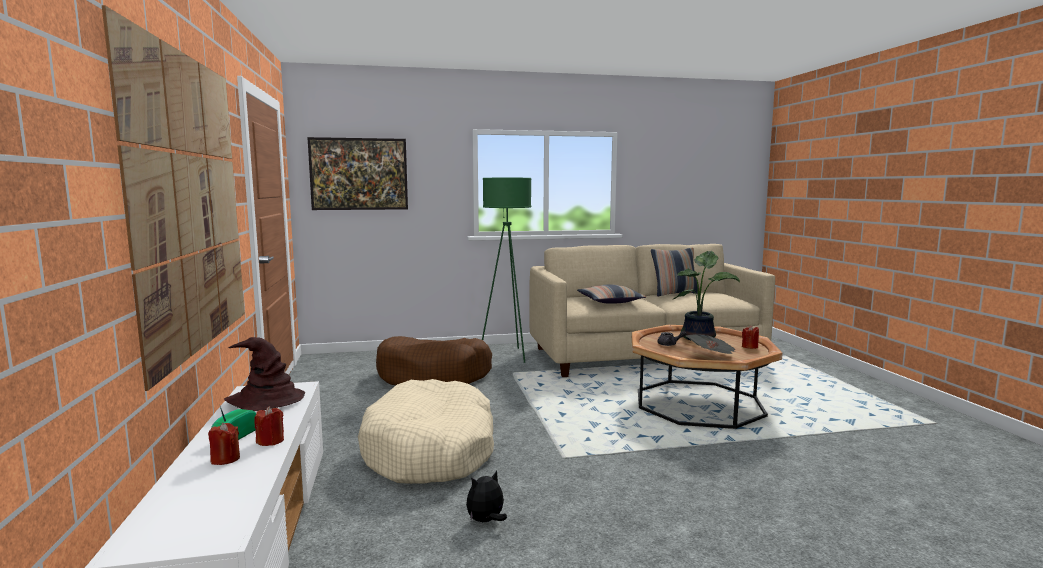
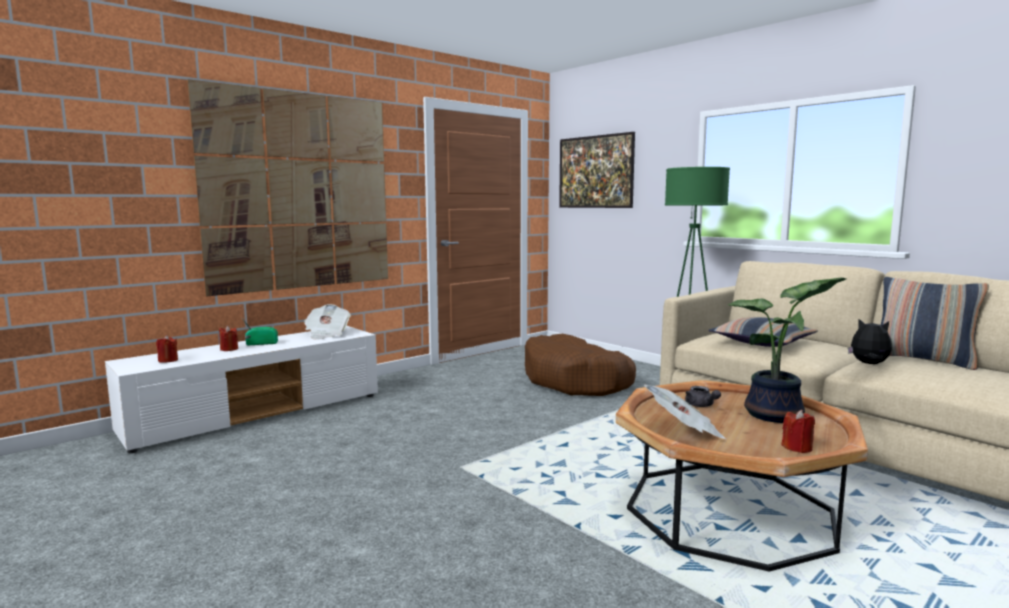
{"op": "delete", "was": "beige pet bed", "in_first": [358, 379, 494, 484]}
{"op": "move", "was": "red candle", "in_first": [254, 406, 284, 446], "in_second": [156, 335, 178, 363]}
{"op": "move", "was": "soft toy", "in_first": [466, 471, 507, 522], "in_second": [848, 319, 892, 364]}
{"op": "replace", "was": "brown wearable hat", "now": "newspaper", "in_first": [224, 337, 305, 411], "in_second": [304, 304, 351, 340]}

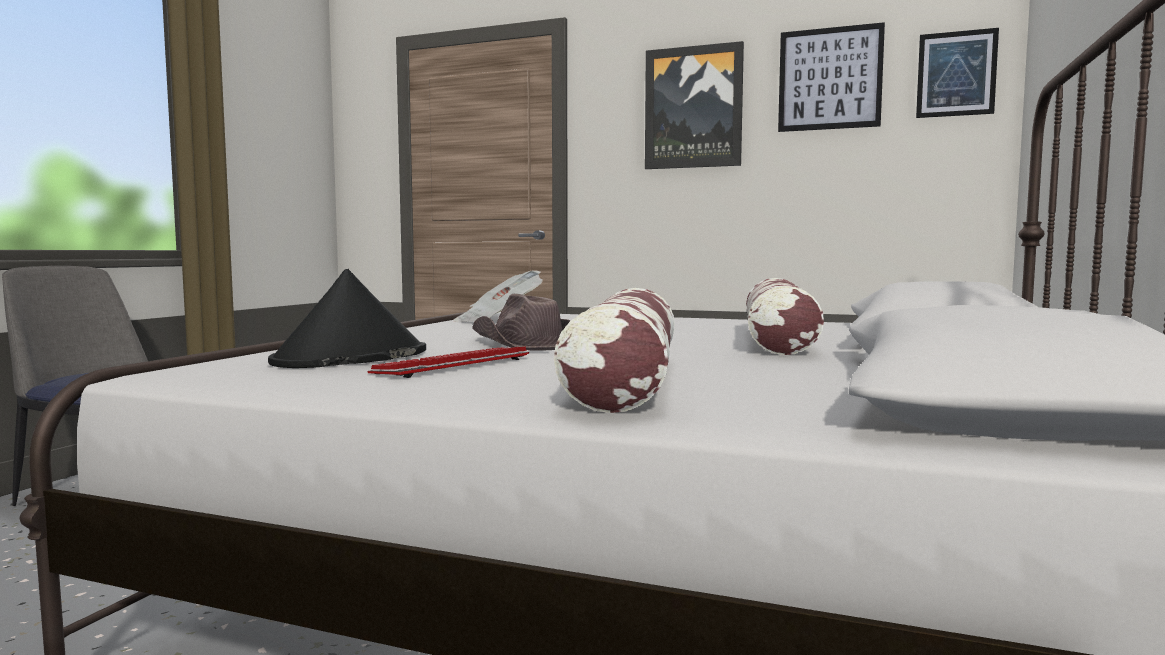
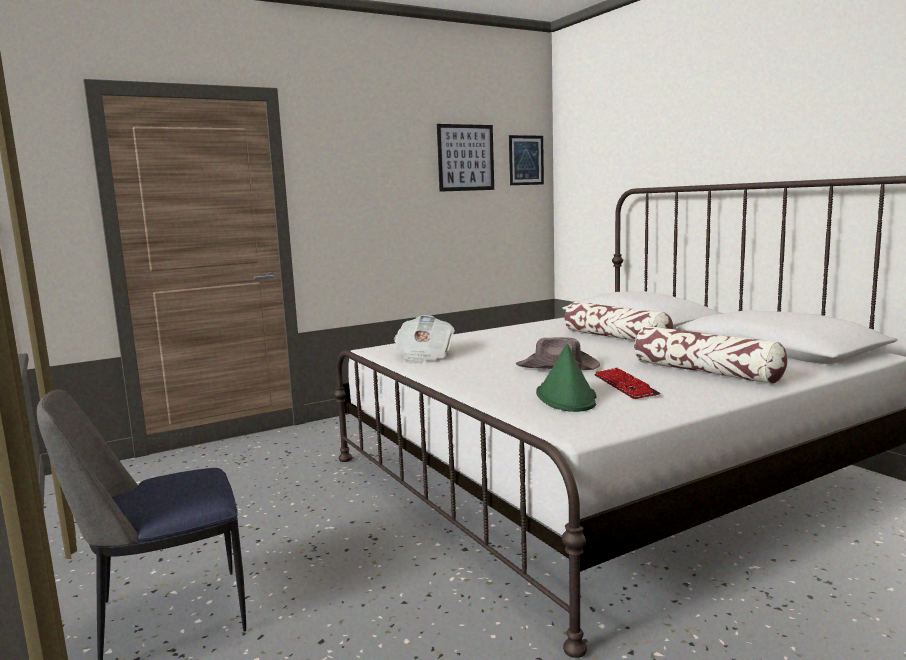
{"op": "delete", "was": "picture", "in_first": [645, 41, 744, 169]}
{"op": "recolor", "was": "black-coloured wearable hat", "now": "green-coloured wearable hat", "in_first": [268, 269, 426, 368], "in_second": [536, 344, 596, 412]}

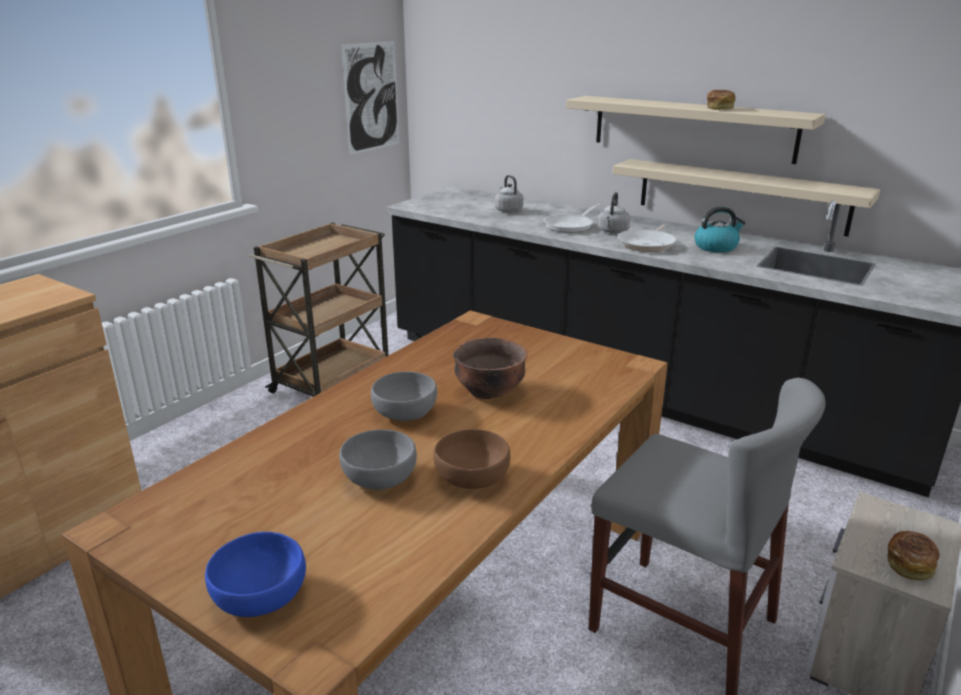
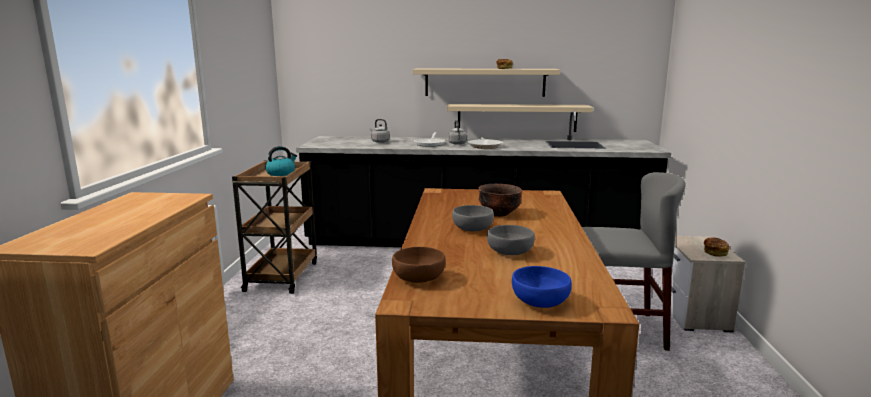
{"op": "delete", "was": "picture", "in_first": [341, 41, 399, 154]}
{"op": "move", "was": "brown bowl", "in_first": [433, 429, 510, 489], "in_second": [392, 247, 446, 283]}
{"op": "move", "was": "tea kettle", "in_first": [694, 206, 745, 253], "in_second": [265, 146, 297, 176]}

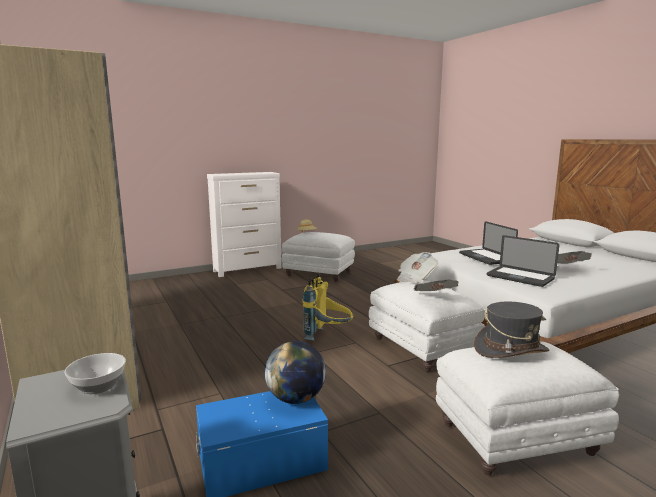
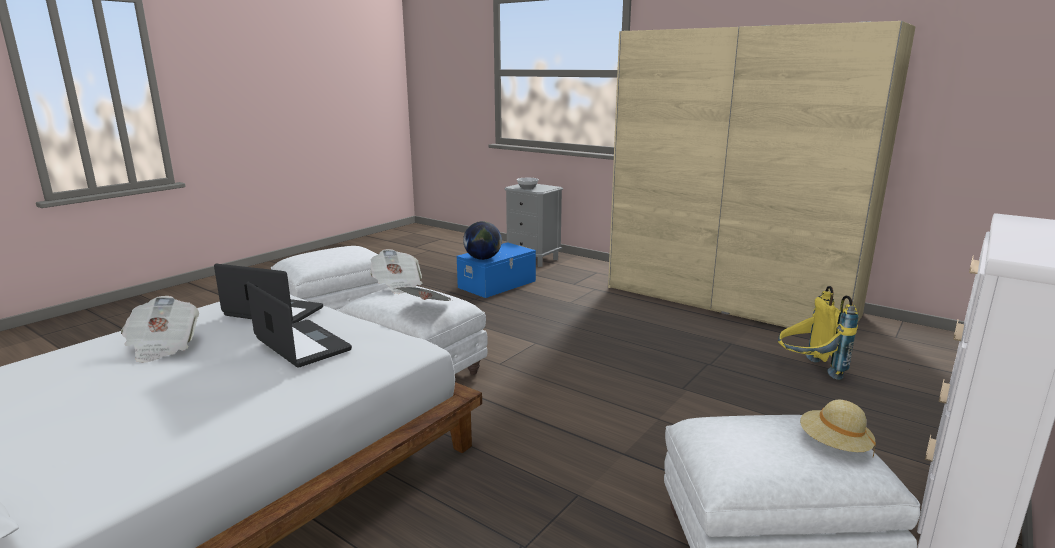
{"op": "delete", "was": "grey wearable hat", "in_first": [474, 302, 550, 358]}
{"op": "move", "was": "yellowish backpack", "in_first": [303, 273, 353, 341], "in_second": [778, 286, 858, 380]}

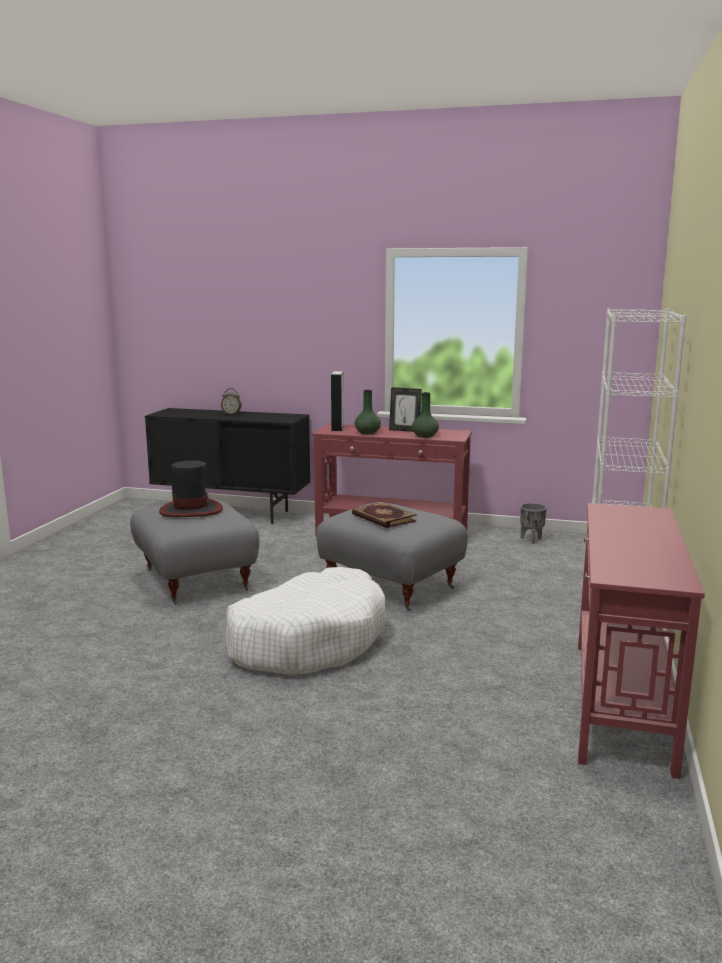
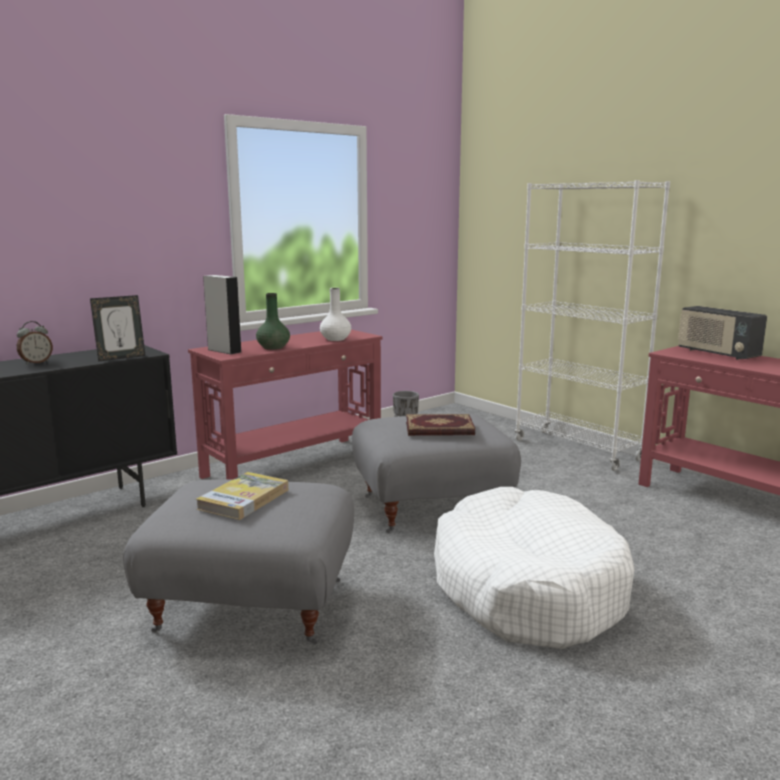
{"op": "insert", "now": "radio set", "in_second": [678, 306, 767, 360]}
{"op": "move", "was": "standing frame", "in_first": [389, 387, 422, 432], "in_second": [90, 295, 145, 362]}
{"op": "replace", "was": "wearable hat", "now": "bound book", "in_first": [159, 460, 223, 517], "in_second": [196, 472, 288, 520]}
{"op": "recolor", "was": "green-coloured decorative vase", "now": "white decorative vase", "in_first": [412, 392, 439, 438], "in_second": [320, 288, 351, 341]}

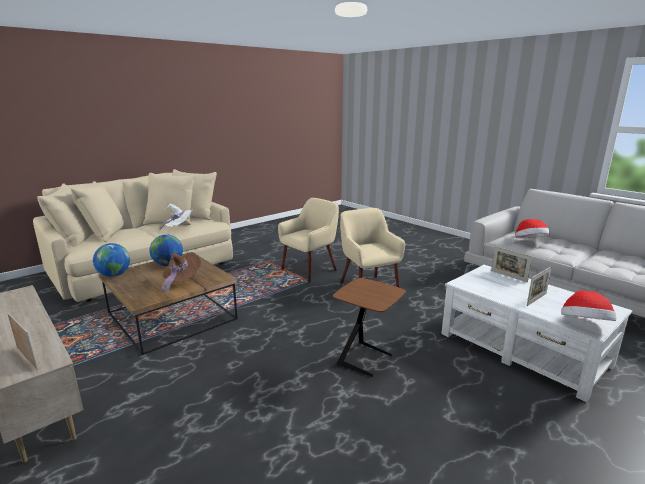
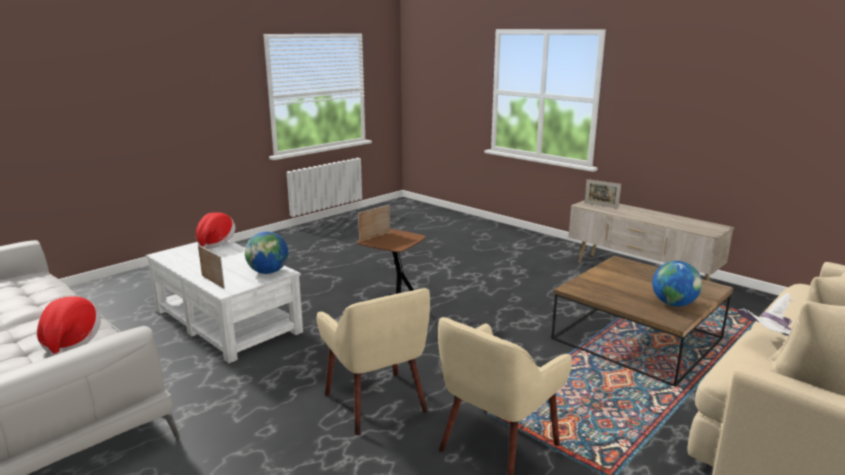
{"op": "delete", "was": "brown wearable hat", "in_first": [161, 253, 201, 293]}
{"op": "move", "was": "world globe", "in_first": [93, 243, 130, 277], "in_second": [245, 231, 288, 274]}
{"op": "move", "was": "standing frame", "in_first": [527, 266, 552, 306], "in_second": [358, 204, 390, 242]}

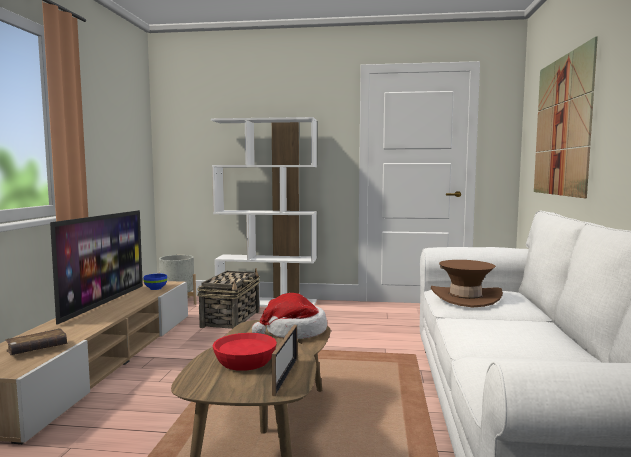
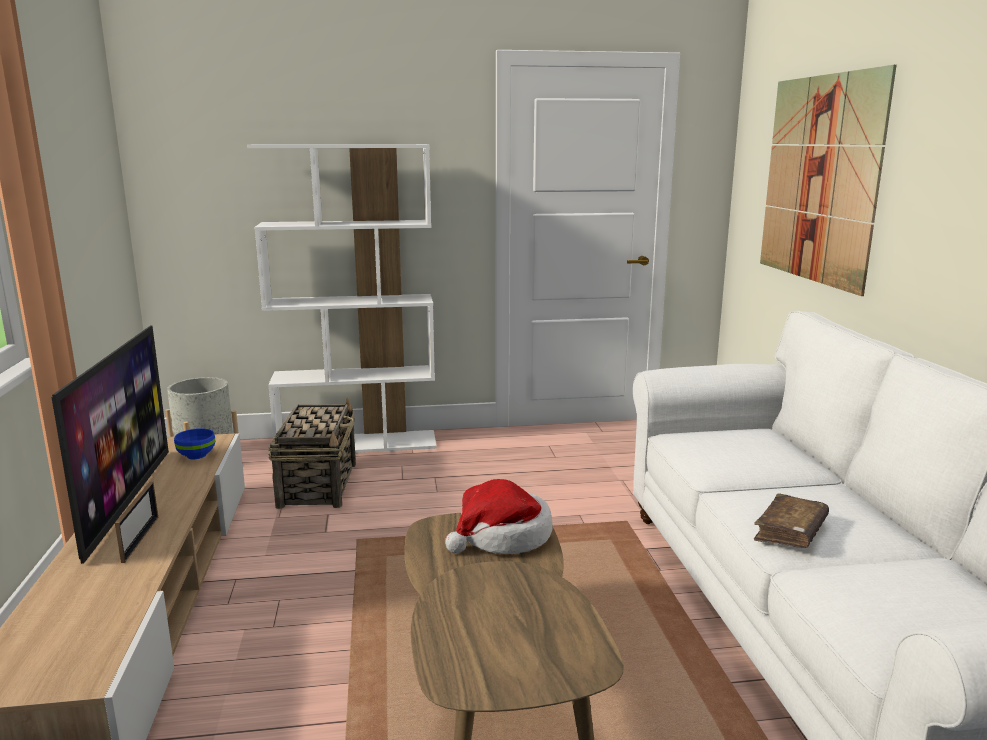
{"op": "delete", "was": "red bowl", "in_first": [213, 333, 277, 371]}
{"op": "delete", "was": "brown wearable hat", "in_first": [431, 260, 503, 308]}
{"op": "move", "was": "brown bound book", "in_first": [5, 328, 68, 355], "in_second": [754, 493, 829, 548]}
{"op": "move", "was": "standing frame", "in_first": [272, 325, 297, 396], "in_second": [115, 482, 158, 563]}

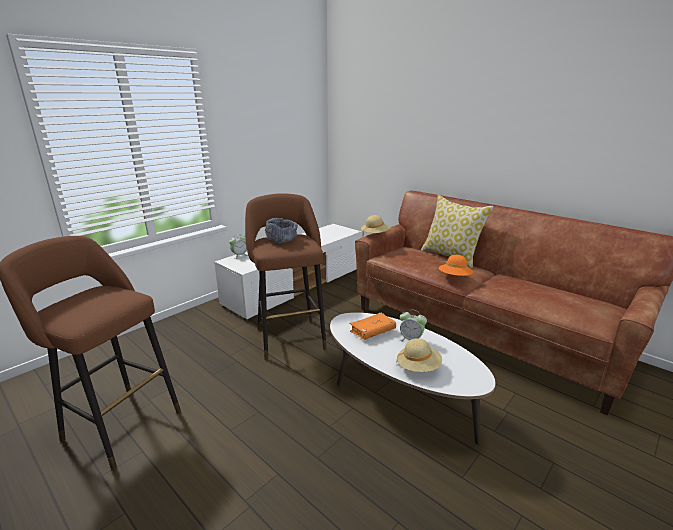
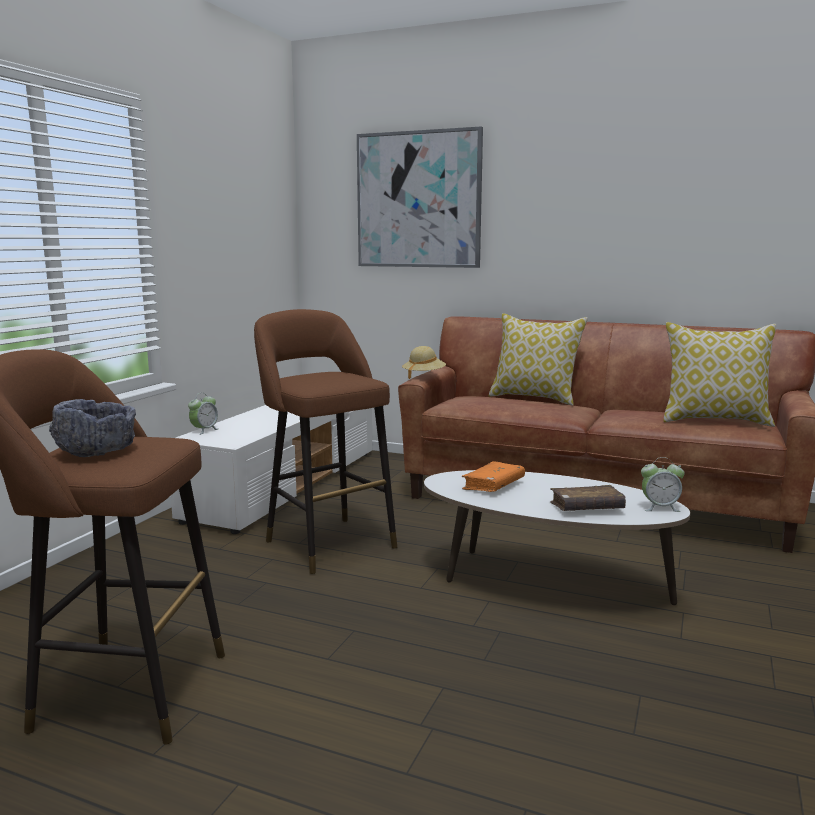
{"op": "delete", "was": "orange wearable hat", "in_first": [439, 255, 473, 276]}
{"op": "insert", "now": "picture", "in_second": [357, 127, 483, 268]}
{"op": "insert", "now": "pillow", "in_second": [663, 322, 776, 427]}
{"op": "move", "was": "grey bowl", "in_first": [265, 218, 298, 243], "in_second": [49, 399, 136, 457]}
{"op": "move", "was": "alarm clock", "in_first": [399, 310, 427, 341], "in_second": [641, 458, 685, 512]}
{"op": "replace", "was": "beige wearable hat", "now": "brown bound book", "in_first": [396, 338, 442, 372], "in_second": [550, 485, 626, 511]}

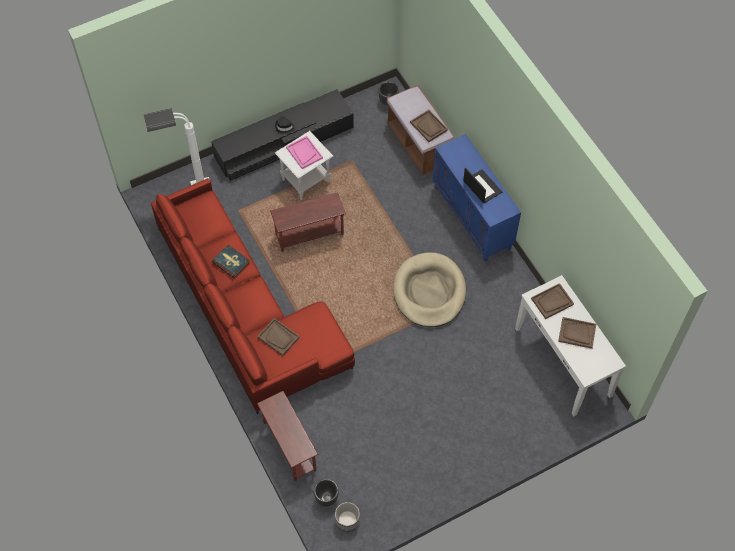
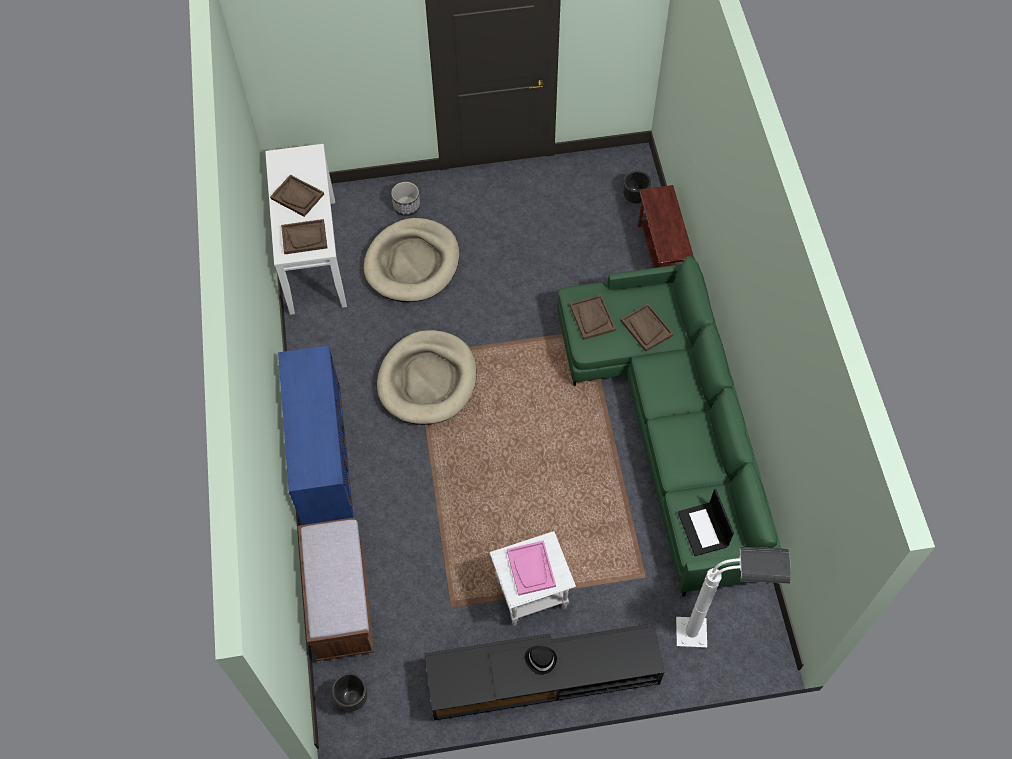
{"op": "delete", "was": "bound book", "in_first": [212, 245, 250, 278]}
{"op": "delete", "was": "brown side table", "in_first": [270, 192, 346, 252]}
{"op": "insert", "now": "beige pet bed", "in_second": [364, 218, 459, 302]}
{"op": "move", "was": "flower pot", "in_first": [335, 502, 360, 532], "in_second": [391, 182, 420, 216]}
{"op": "move", "was": "brown carrying tray", "in_first": [410, 110, 448, 142], "in_second": [569, 295, 616, 340]}
{"op": "move", "was": "notebook computer", "in_first": [463, 168, 502, 203], "in_second": [678, 489, 734, 556]}
{"op": "recolor", "was": "red couch", "now": "green-coloured couch", "in_first": [151, 178, 355, 414], "in_second": [557, 256, 781, 597]}

